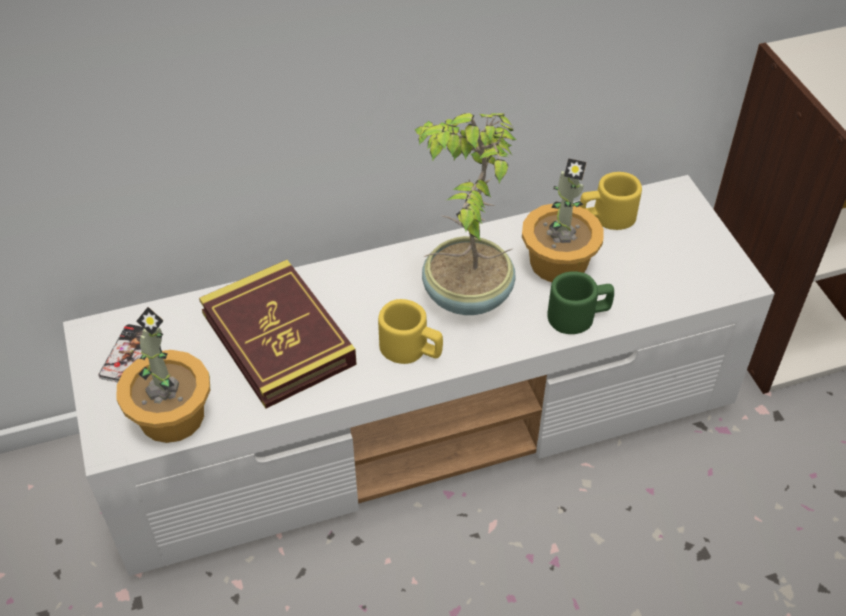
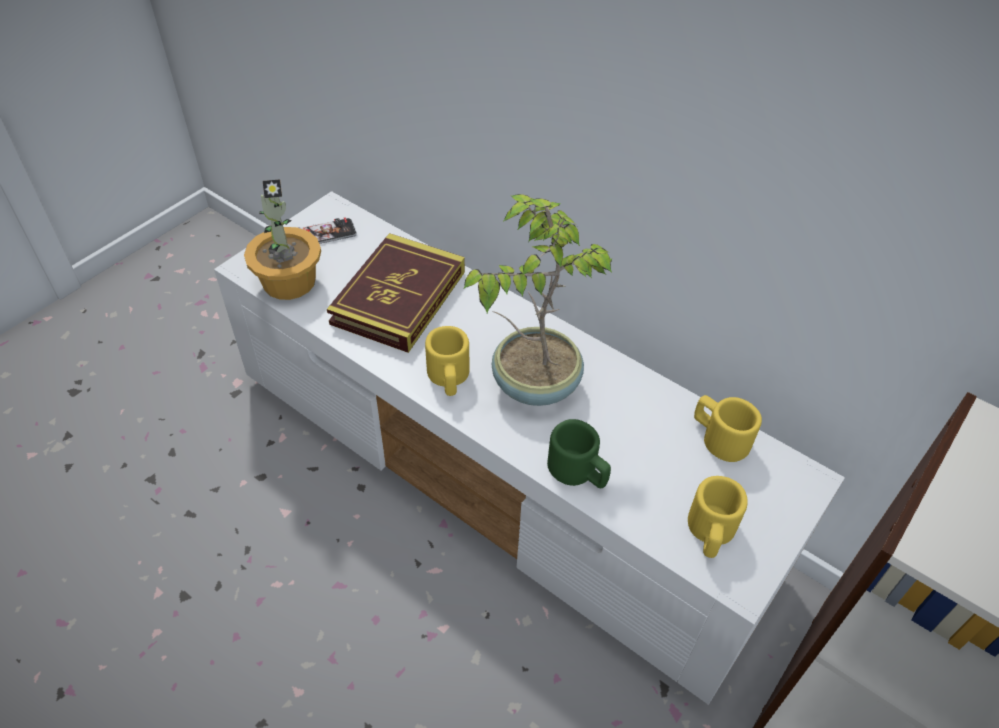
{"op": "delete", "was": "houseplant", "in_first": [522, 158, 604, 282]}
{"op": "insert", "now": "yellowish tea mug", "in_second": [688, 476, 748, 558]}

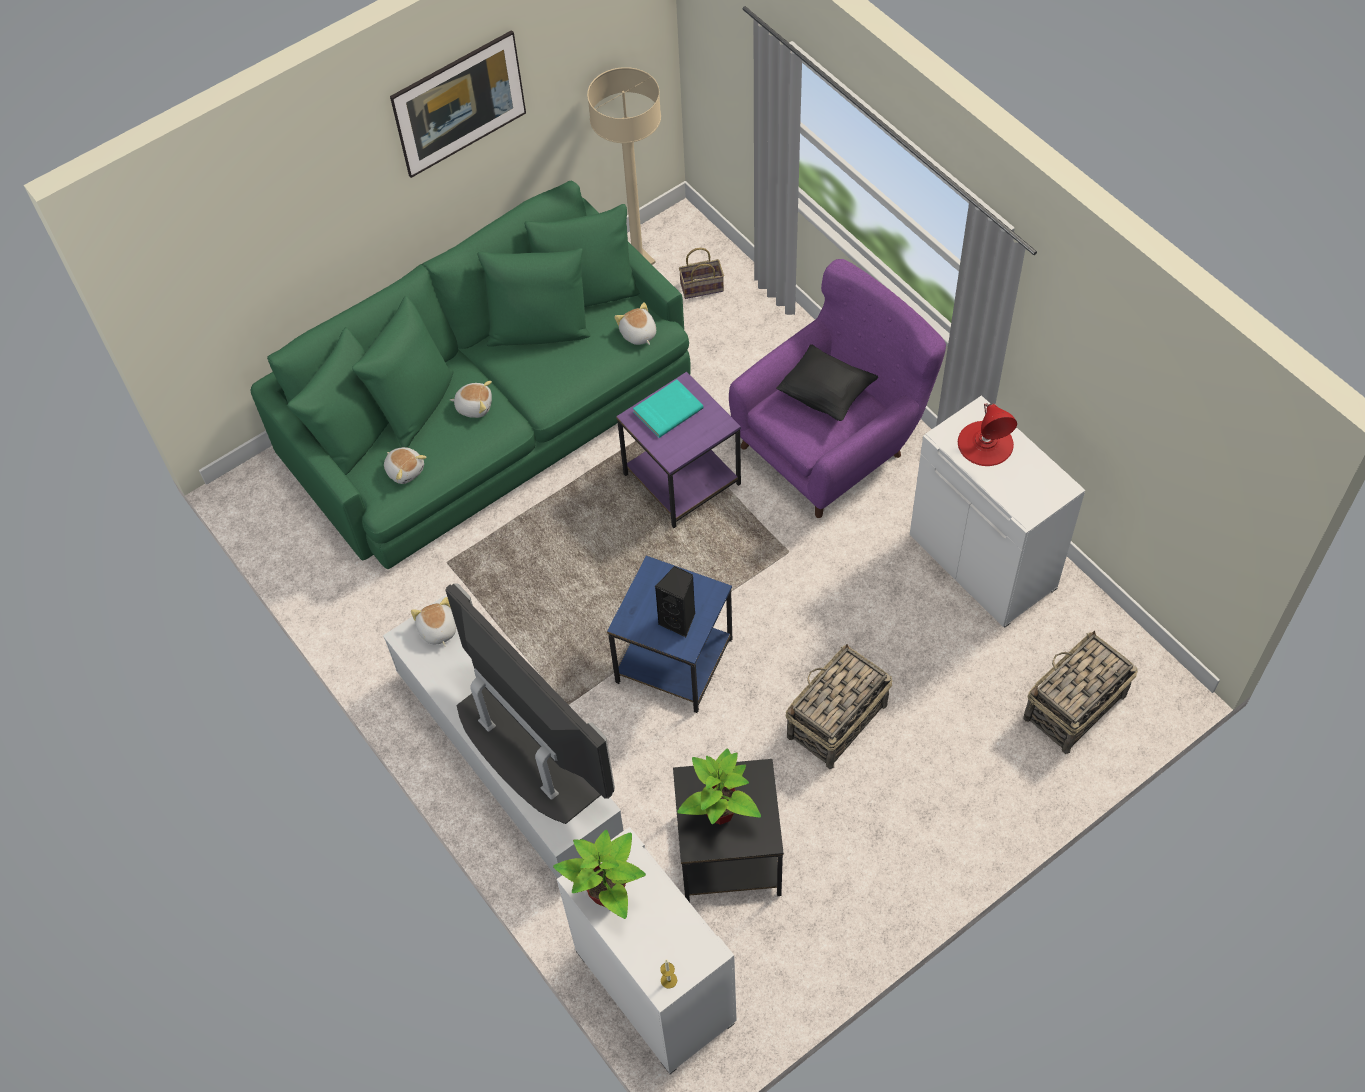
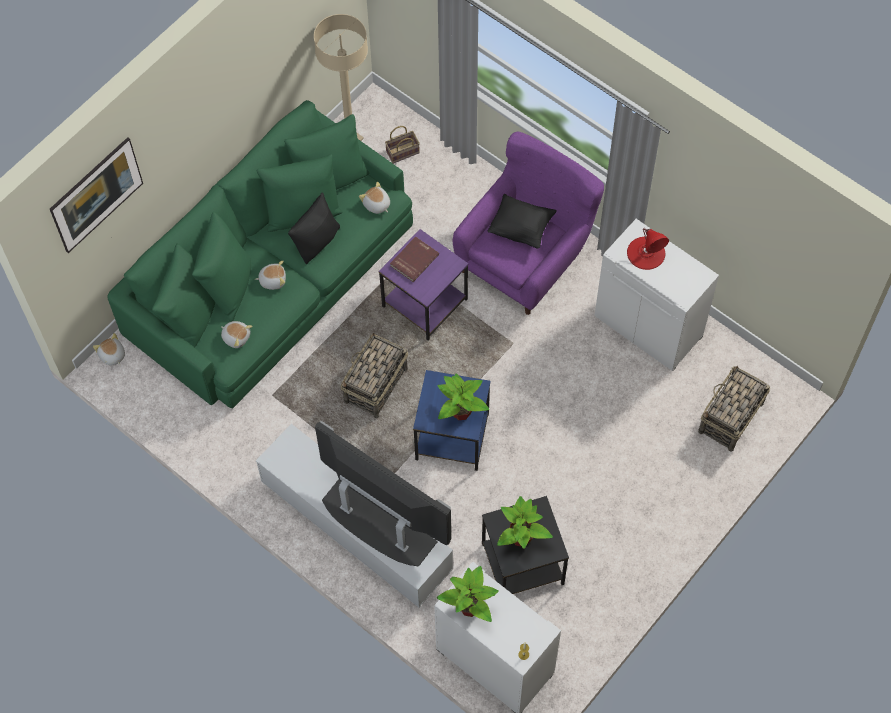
{"op": "insert", "now": "black-coloured pillow", "in_second": [288, 192, 340, 264]}
{"op": "move", "was": "picture", "in_first": [390, 30, 526, 178], "in_second": [50, 137, 143, 253]}
{"op": "move", "was": "soft toy", "in_first": [411, 597, 456, 647], "in_second": [93, 333, 125, 365]}
{"op": "move", "was": "household basket", "in_first": [786, 644, 893, 769], "in_second": [341, 333, 408, 418]}
{"op": "replace", "was": "black-coloured loudspeaker", "now": "houseplant", "in_first": [655, 566, 695, 637], "in_second": [438, 373, 489, 420]}
{"op": "recolor", "was": "turquoise bound book", "now": "red bound book", "in_first": [633, 380, 704, 438], "in_second": [390, 236, 439, 282]}

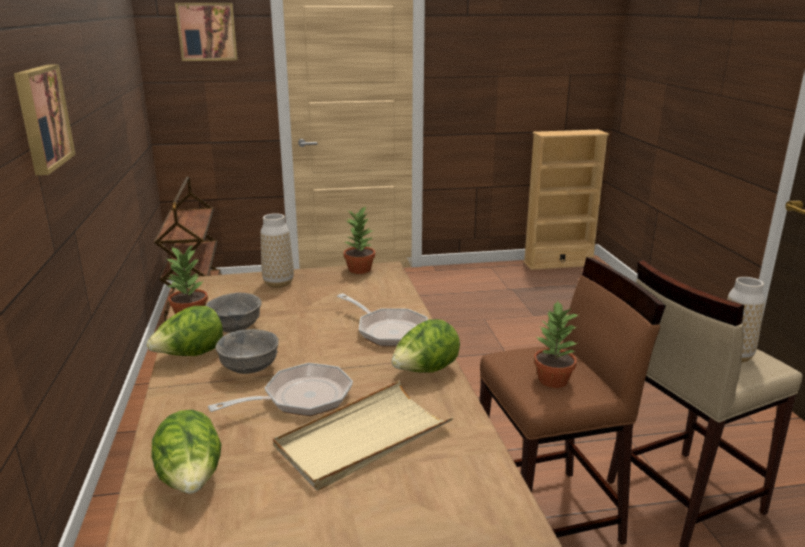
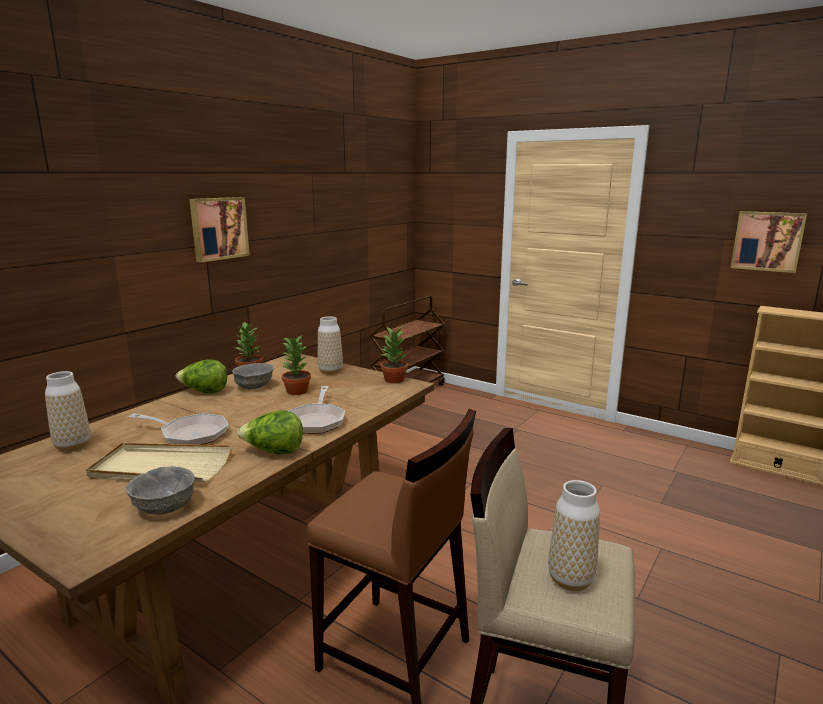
{"op": "move", "was": "picture", "in_first": [175, 3, 238, 61], "in_second": [730, 211, 807, 273]}
{"op": "move", "was": "grey bowl", "in_first": [215, 329, 279, 374], "in_second": [126, 466, 195, 515]}
{"op": "move", "was": "houseplant", "in_first": [534, 301, 580, 388], "in_second": [281, 336, 311, 395]}
{"op": "replace", "was": "lettuce head", "now": "decorative vase", "in_first": [151, 410, 221, 494], "in_second": [45, 371, 90, 452]}

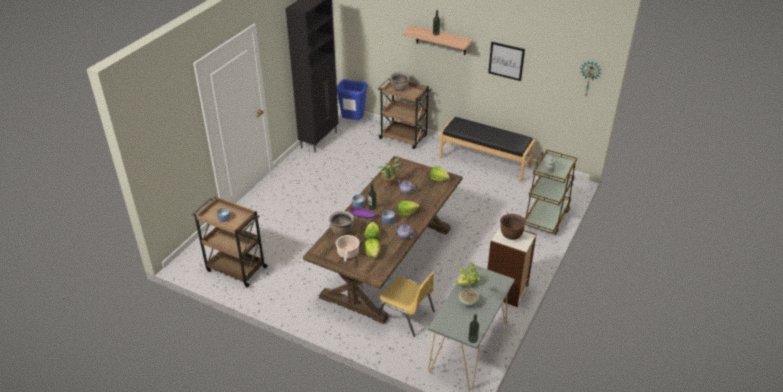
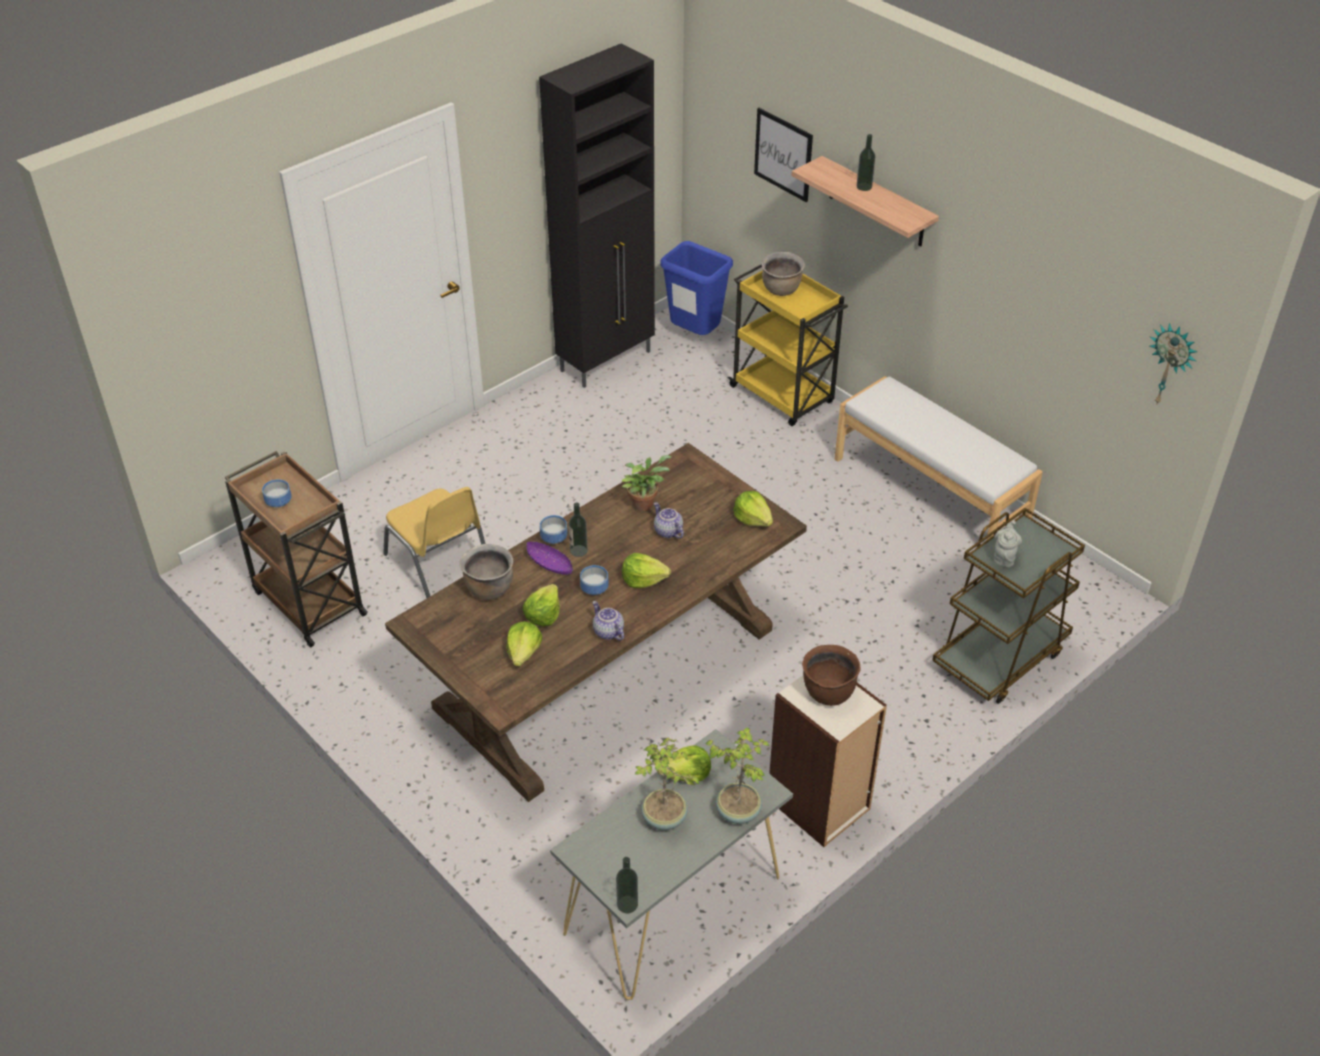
{"op": "delete", "was": "cooking pot", "in_first": [336, 235, 360, 261]}
{"op": "insert", "now": "houseplant", "in_second": [705, 727, 770, 824]}
{"op": "move", "was": "yellowish chair", "in_first": [378, 272, 435, 337], "in_second": [383, 487, 485, 598]}
{"op": "move", "was": "picture", "in_first": [488, 42, 525, 81], "in_second": [754, 108, 813, 202]}
{"op": "recolor", "was": "brown wheeled cart", "now": "yellowish wheeled cart", "in_first": [378, 78, 432, 149], "in_second": [728, 264, 848, 426]}
{"op": "recolor", "was": "black-coloured bench", "now": "white bench", "in_first": [439, 117, 535, 182], "in_second": [834, 376, 1043, 541]}

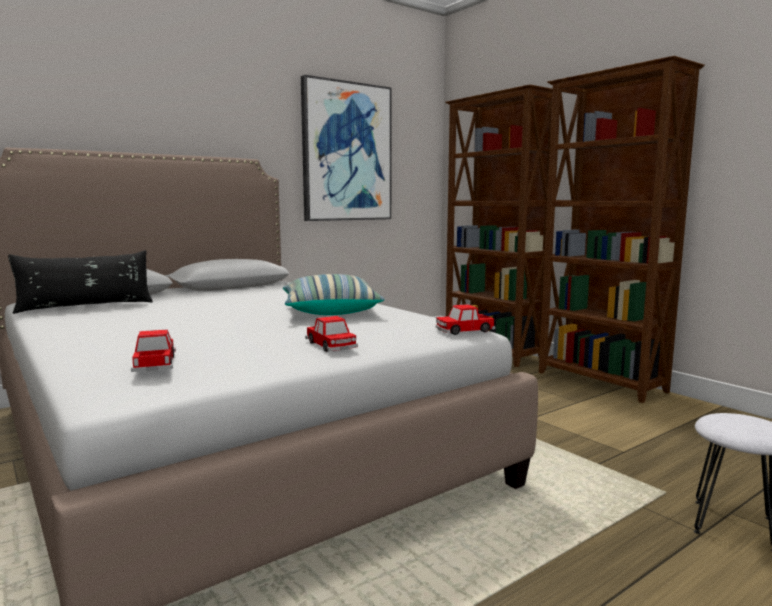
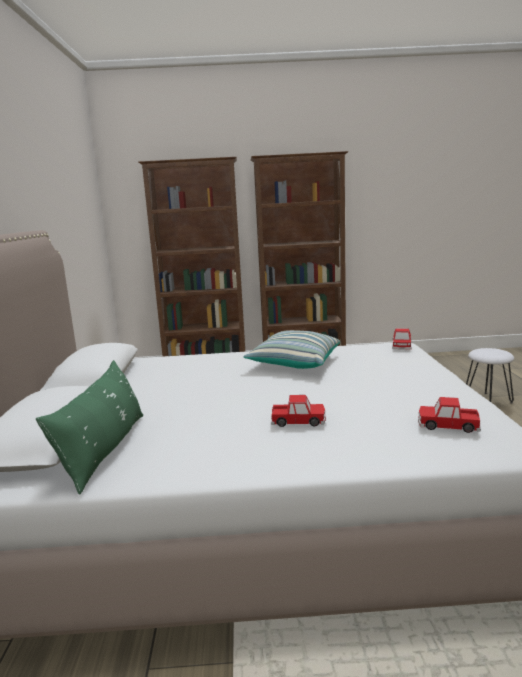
{"op": "delete", "was": "picture", "in_first": [301, 75, 392, 221]}
{"op": "move", "was": "toy car", "in_first": [305, 316, 358, 352], "in_second": [271, 395, 326, 427]}
{"op": "recolor", "was": "black-coloured pillow", "now": "green-coloured pillow", "in_first": [8, 250, 153, 314], "in_second": [36, 360, 143, 495]}

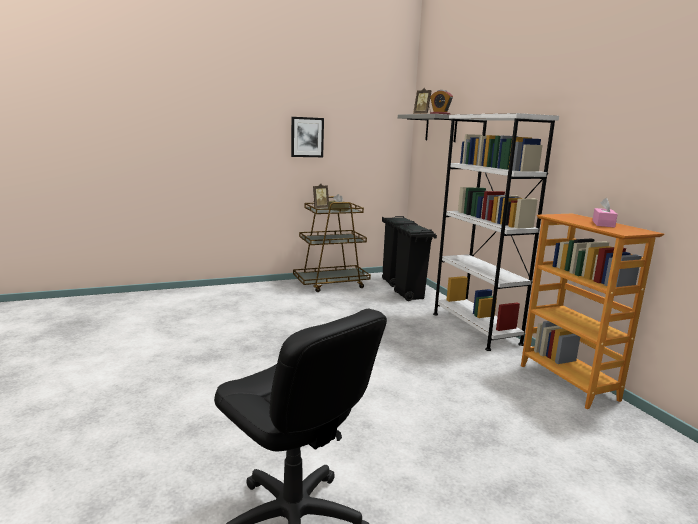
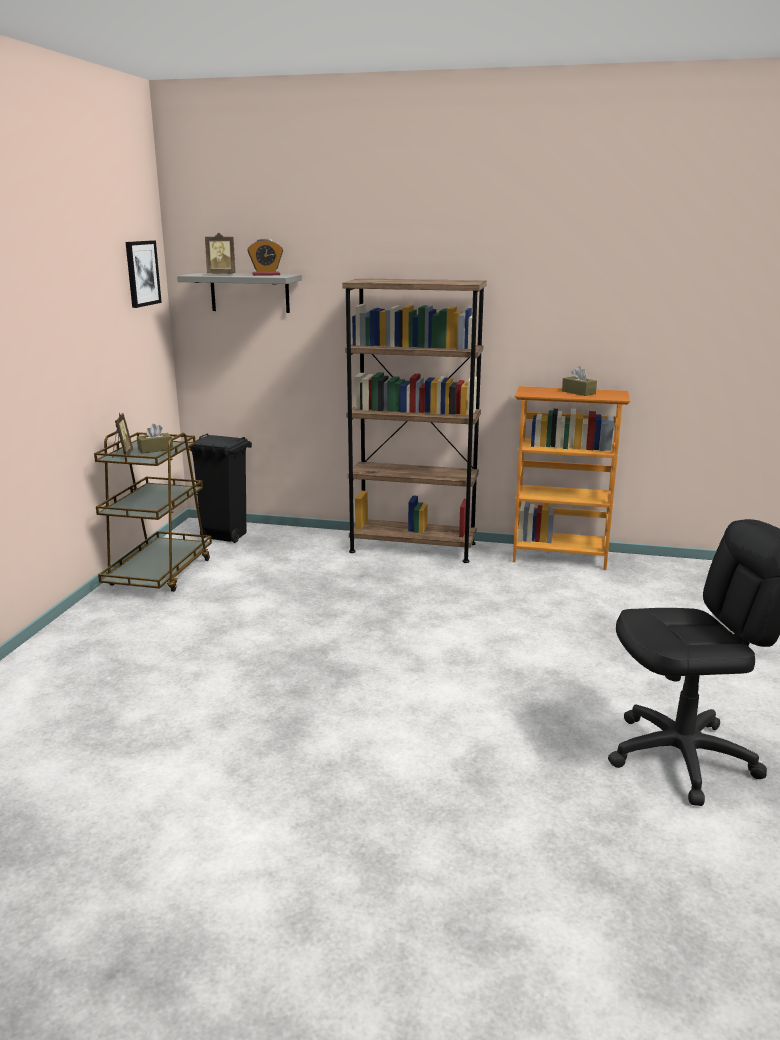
{"op": "delete", "was": "black-coloured rubbish bin", "in_first": [394, 224, 437, 301]}
{"op": "move", "was": "picture", "in_first": [291, 117, 324, 157], "in_second": [126, 240, 162, 308]}
{"op": "recolor", "was": "white shelving unit", "now": "brown shelving unit", "in_first": [433, 113, 559, 351], "in_second": [342, 278, 487, 563]}
{"op": "recolor", "was": "pinkish tissue holder", "now": "brown tissue holder", "in_first": [592, 198, 618, 228], "in_second": [562, 366, 597, 396]}

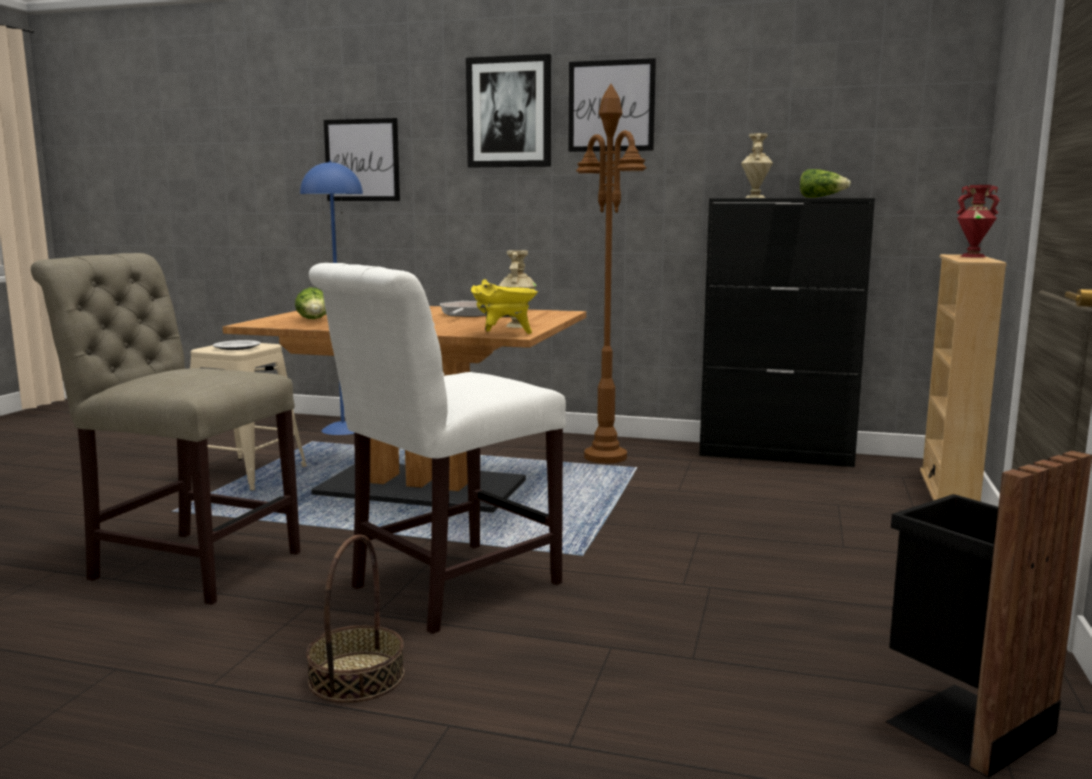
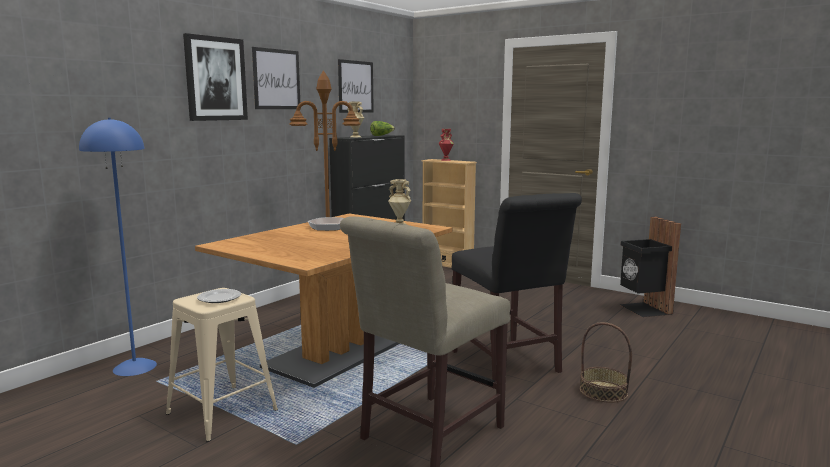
{"op": "delete", "was": "lettuce head", "in_first": [295, 288, 326, 319]}
{"op": "delete", "was": "yellowish cooking pot", "in_first": [471, 279, 538, 334]}
{"op": "move", "was": "picture", "in_first": [324, 118, 400, 201], "in_second": [338, 59, 374, 113]}
{"op": "recolor", "was": "white chair", "now": "black-coloured chair", "in_first": [309, 263, 566, 634], "in_second": [452, 193, 582, 381]}

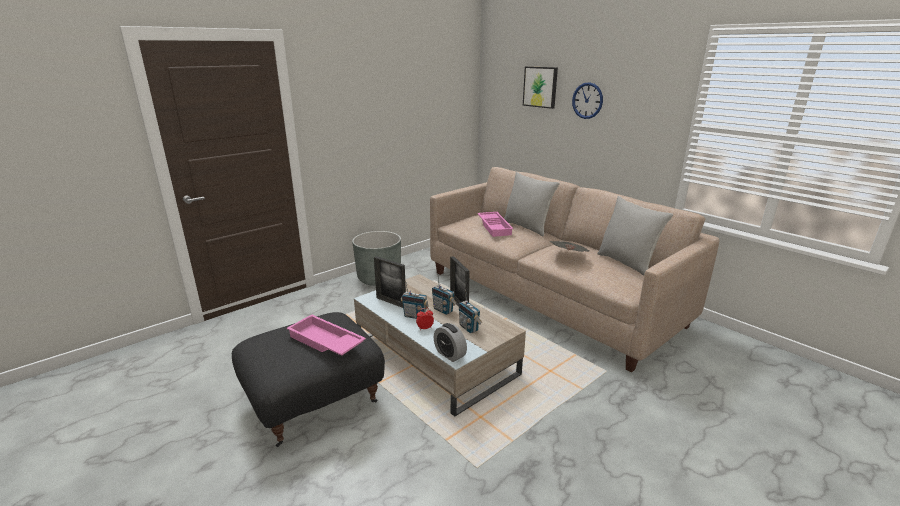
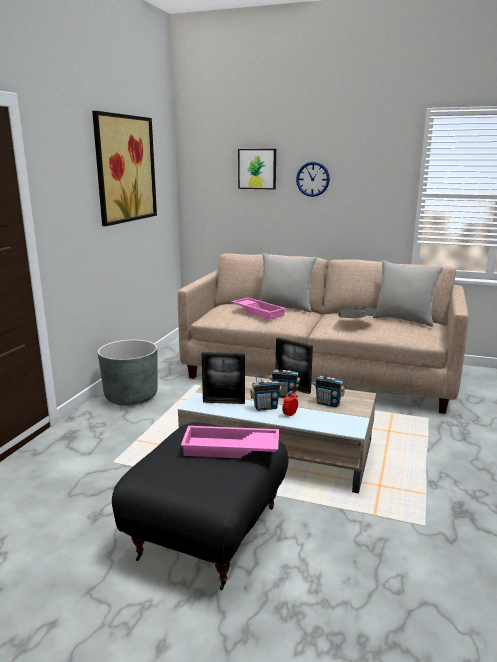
{"op": "delete", "was": "alarm clock", "in_first": [434, 323, 467, 362]}
{"op": "insert", "now": "picture", "in_second": [92, 111, 157, 226]}

